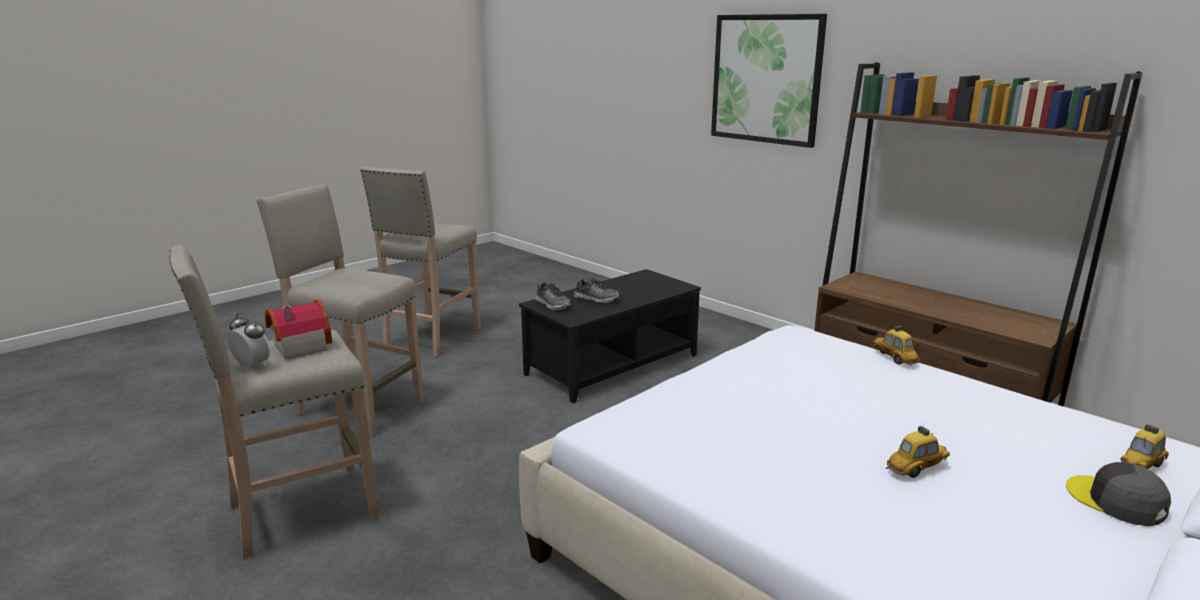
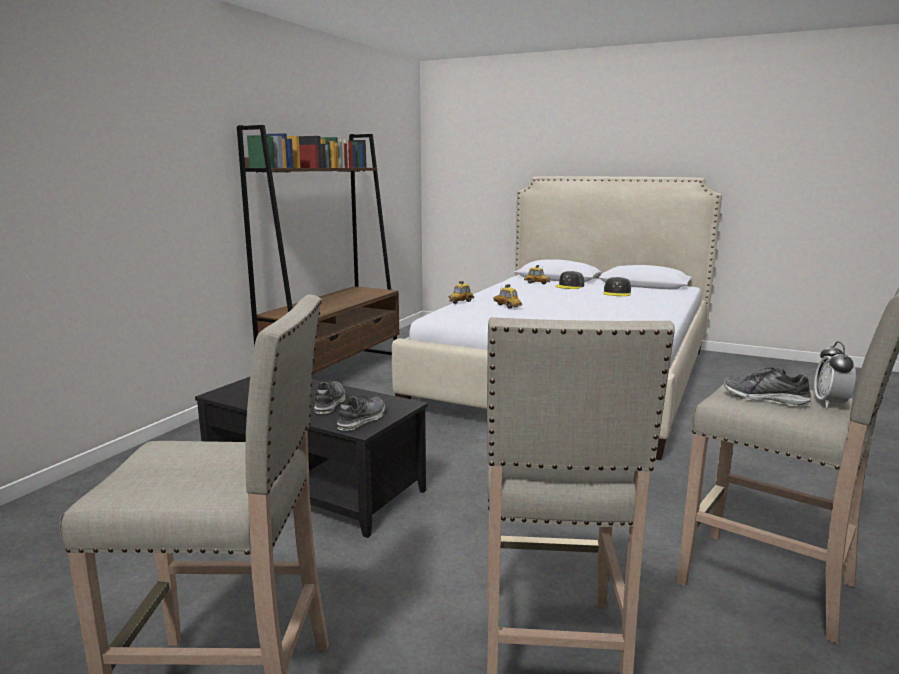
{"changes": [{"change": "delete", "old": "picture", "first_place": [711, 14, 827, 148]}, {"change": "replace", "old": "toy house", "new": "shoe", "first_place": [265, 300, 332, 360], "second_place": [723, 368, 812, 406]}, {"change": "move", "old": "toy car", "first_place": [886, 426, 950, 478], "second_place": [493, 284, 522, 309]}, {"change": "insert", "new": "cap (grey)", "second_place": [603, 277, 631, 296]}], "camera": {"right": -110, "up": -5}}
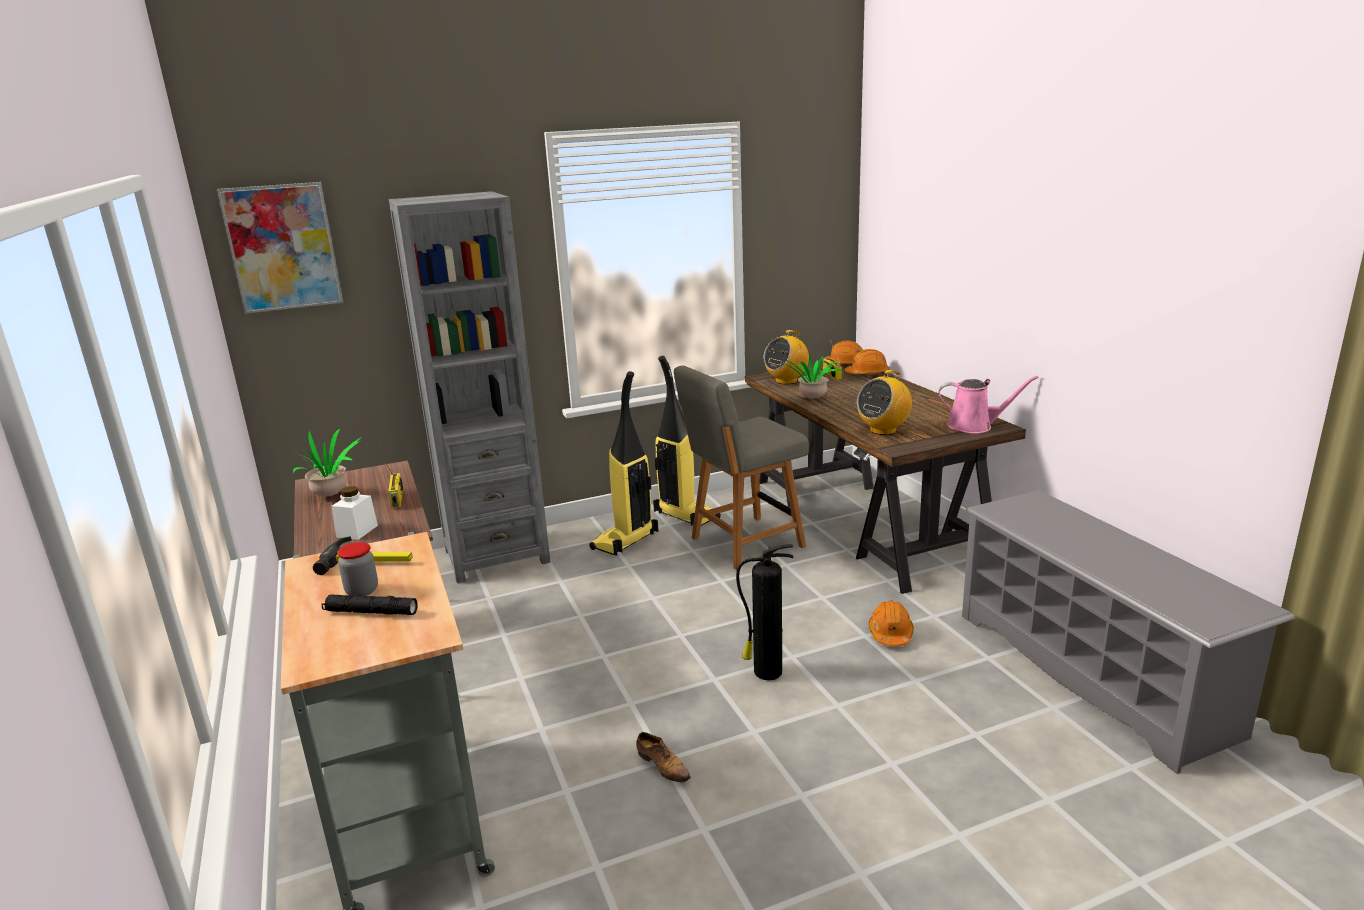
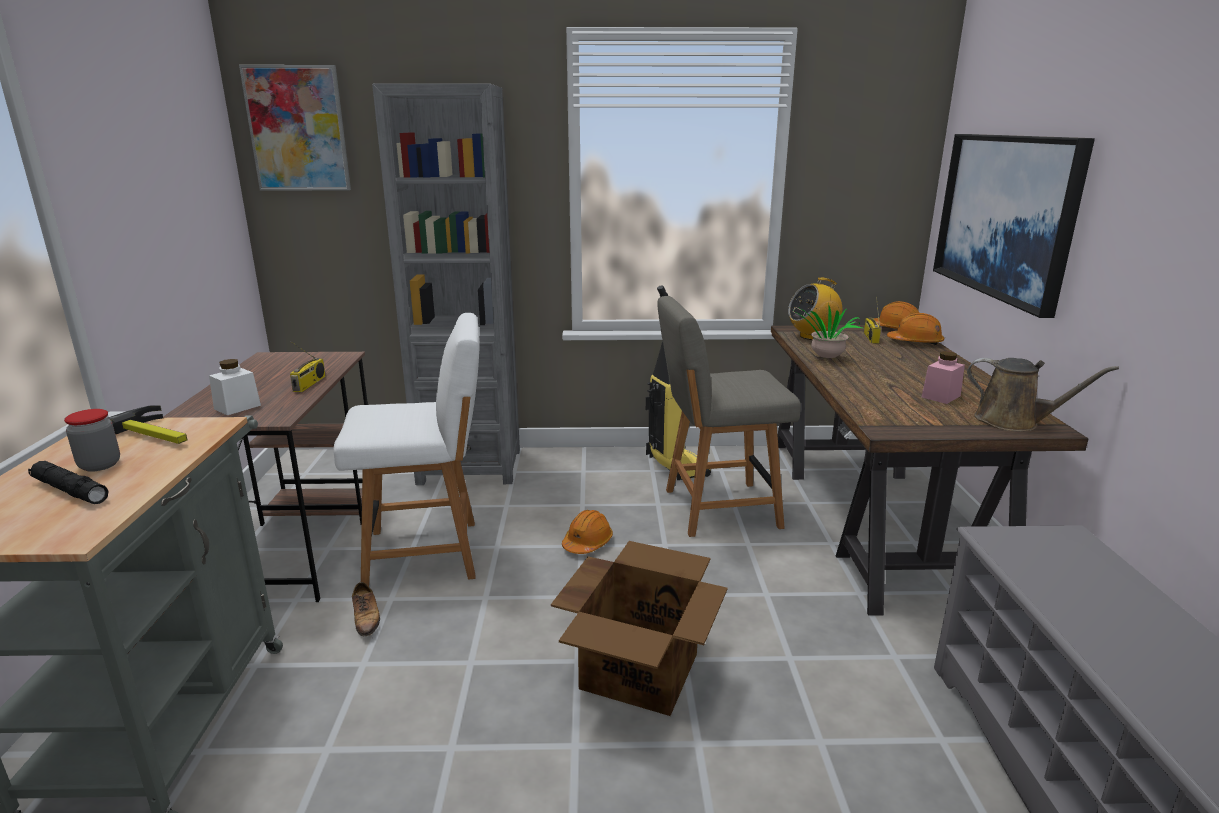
{"changes": [{"change": "delete", "old": "radio", "first_place": [857, 370, 912, 435]}, {"change": "delete", "old": "vacuum cleaner", "first_place": [589, 371, 658, 555]}, {"change": "recolor", "old": "watering can (pink)", "new": "watering can (brown)", "first_place": [938, 376, 1039, 433], "second_place": [967, 358, 1119, 432]}, {"change": "delete", "old": "potted plant", "first_place": [287, 429, 360, 497]}, {"change": "replace", "old": "fire extinguisher", "new": "cardboard box", "first_place": [736, 544, 793, 680], "second_place": [551, 541, 728, 716]}, {"change": "move", "old": "hard hat (orange)", "first_place": [869, 600, 914, 646], "second_place": [562, 510, 613, 554]}, {"change": "move", "old": "shoe", "first_place": [636, 732, 691, 783], "second_place": [352, 582, 380, 636]}, {"change": "insert", "new": "picture", "second_place": [933, 134, 1095, 318]}, {"change": "insert", "new": "chair (white)", "second_place": [333, 313, 480, 586]}, {"change": "insert", "new": "jar (pink)", "second_place": [922, 351, 965, 404]}], "camera": {"right": 20, "up": 0}}
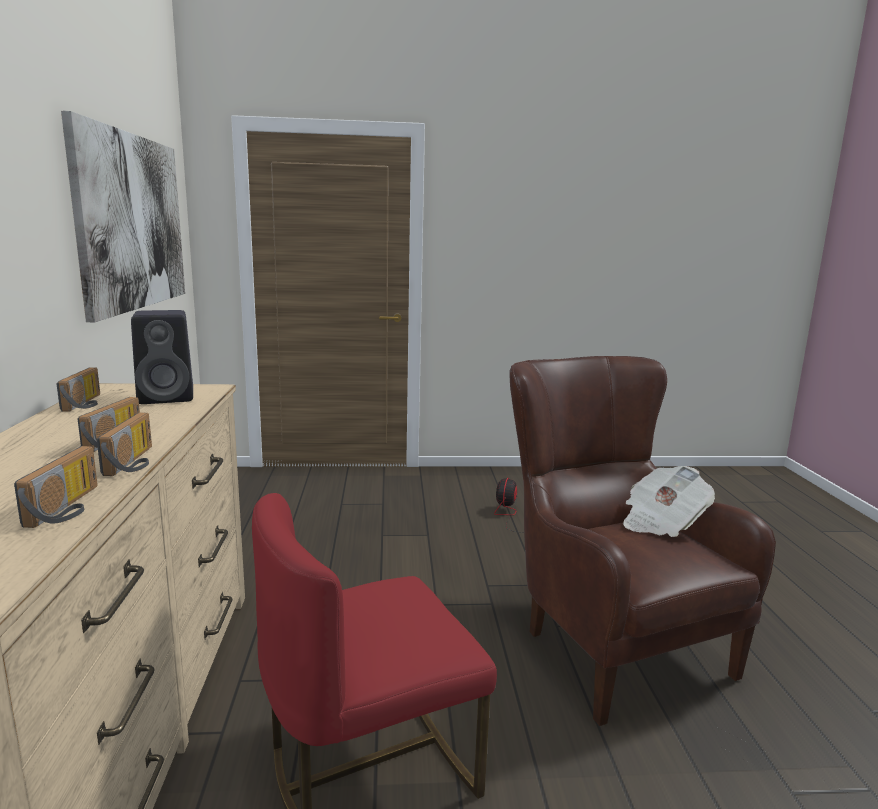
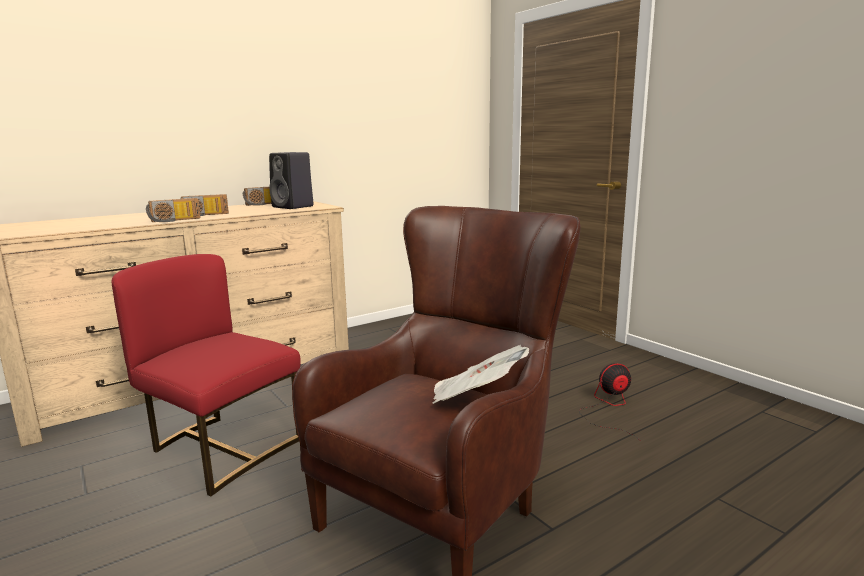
{"changes": [{"change": "delete", "old": "picture", "first_place": [61, 111, 185, 322]}, {"change": "delete", "old": "radio", "first_place": [14, 446, 98, 528]}], "camera": {"right": 60, "up": 0}}
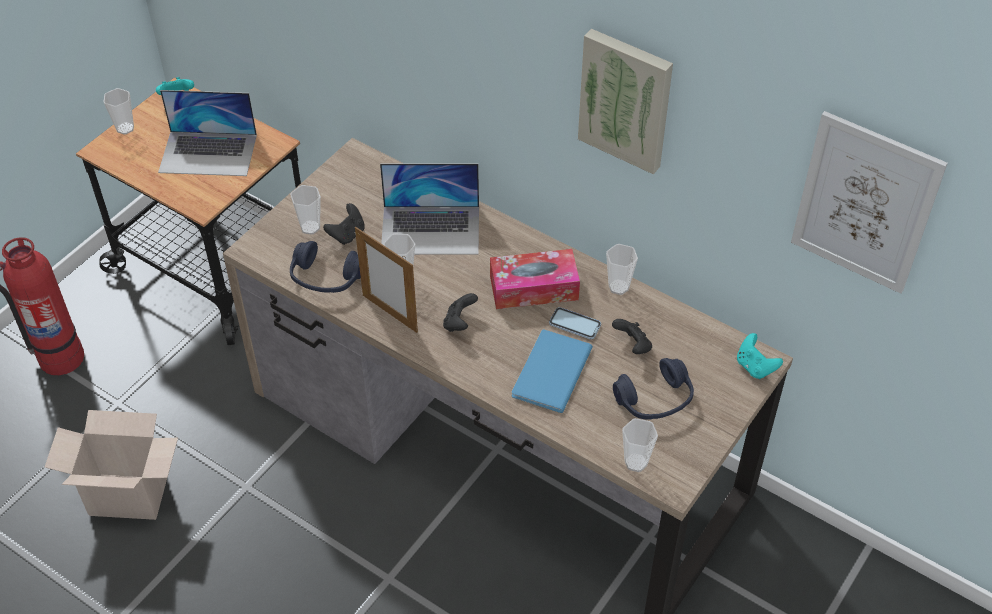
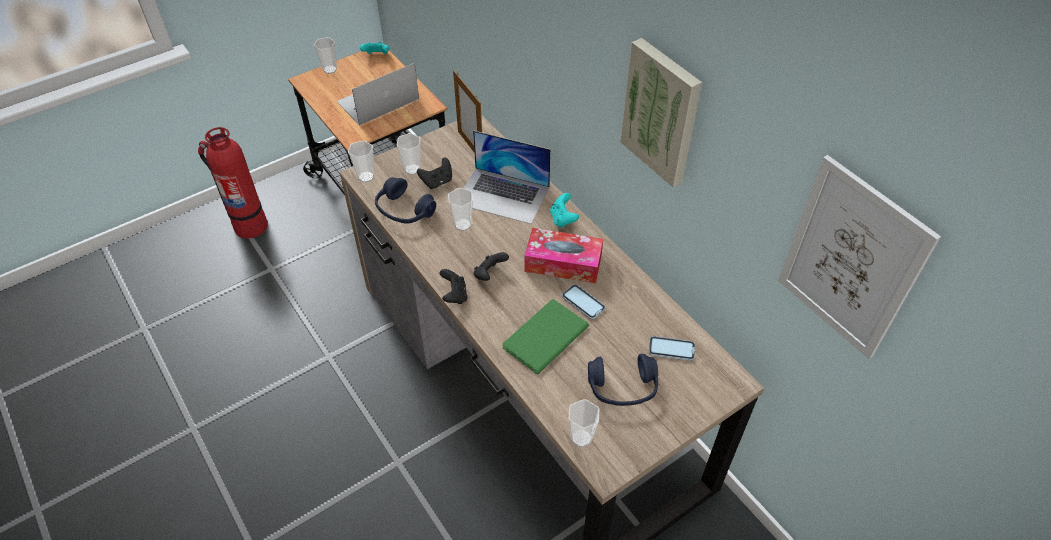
{"changes": [{"change": "rotate", "old": "laptop", "first_place": [158, 90, 257, 176], "second_place": [337, 63, 419, 126], "degrees": 120}, {"change": "move", "old": "picture frame", "first_place": [355, 227, 418, 333], "second_place": [453, 70, 482, 152]}, {"change": "move", "old": "cup", "first_place": [606, 244, 638, 295], "second_place": [348, 141, 374, 183]}, {"change": "move", "old": "game controller (black)", "first_place": [612, 319, 652, 354], "second_place": [439, 269, 467, 304]}, {"change": "recolor", "old": "book (blue)", "new": "book (green)", "first_place": [511, 329, 593, 413], "second_place": [503, 299, 589, 374]}, {"change": "move", "old": "game controller (turquoise)", "first_place": [737, 333, 783, 379], "second_place": [550, 193, 579, 228]}, {"change": "delete", "old": "cardboard box", "first_place": [45, 410, 178, 520]}, {"change": "insert", "new": "phone", "second_place": [649, 336, 695, 361]}], "camera": {"right": 20, "up": 0}}
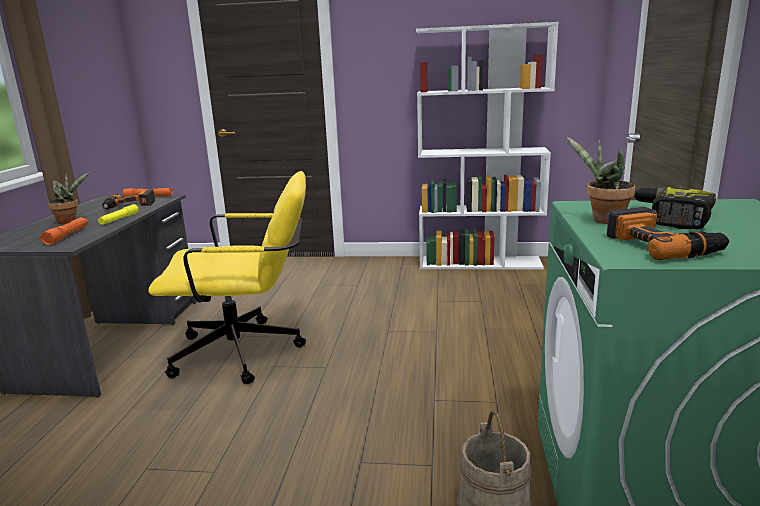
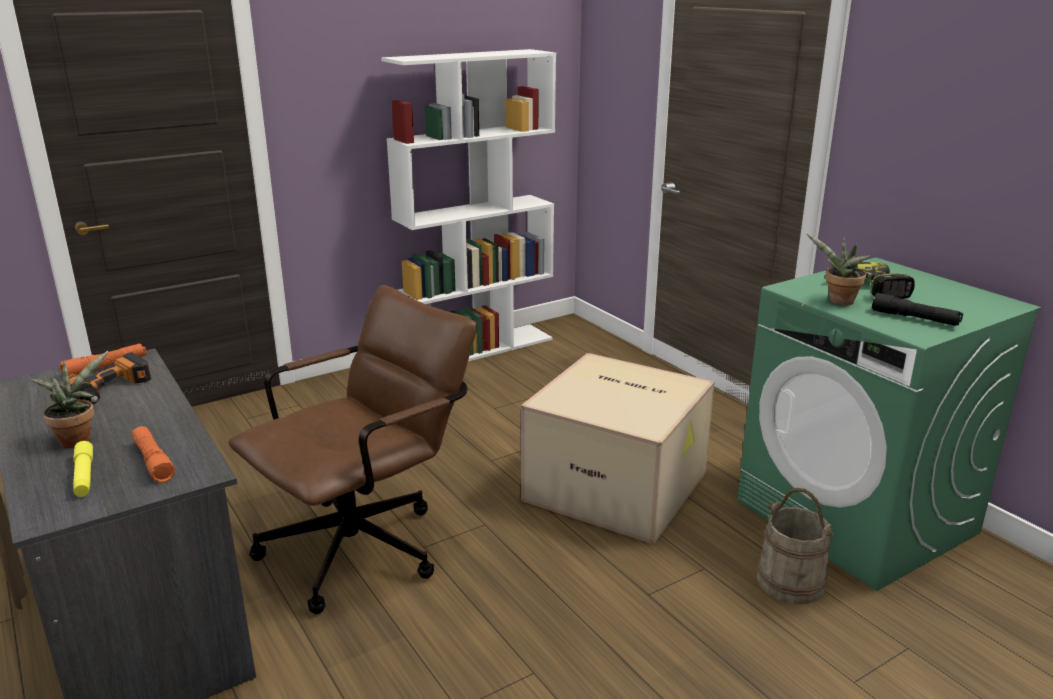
{"changes": [{"change": "recolor", "old": "office chair (yellow)", "new": "office chair (brown)", "first_place": [148, 171, 306, 384], "second_place": [228, 285, 477, 614]}, {"change": "move", "old": "flashlight (yellow)", "first_place": [98, 204, 139, 225], "second_place": [73, 441, 93, 497]}, {"change": "replace", "old": "power drill", "new": "flashlight (black)", "first_place": [606, 207, 730, 260], "second_place": [872, 293, 963, 326]}, {"change": "insert", "new": "cardboard box", "second_place": [521, 353, 715, 544]}], "camera": {"right": -40, "up": 5}}
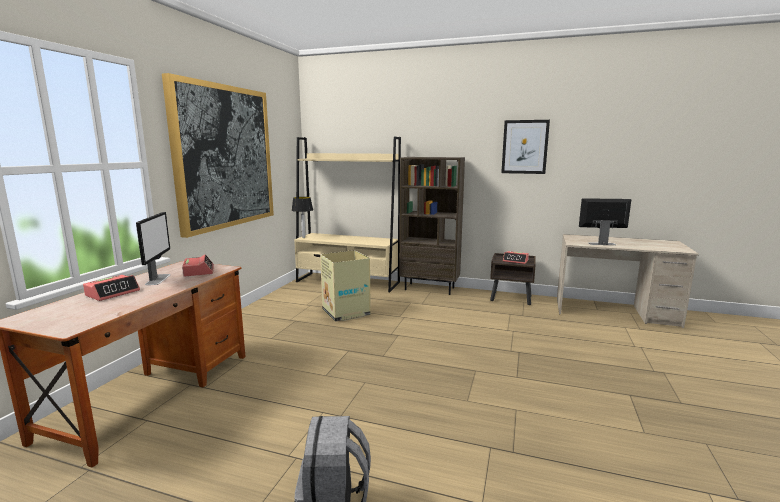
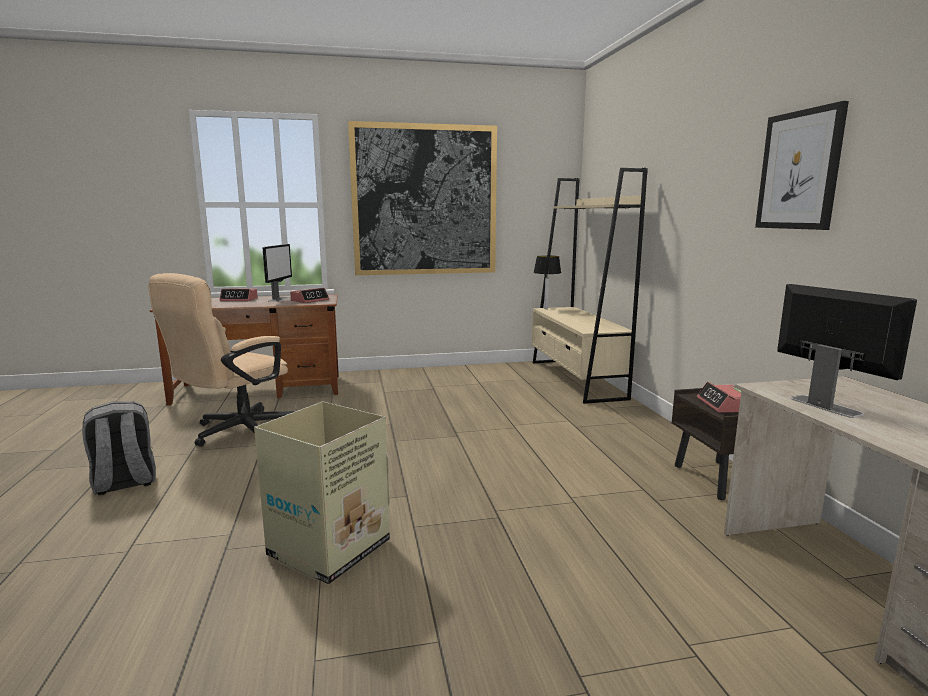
{"changes": [{"change": "delete", "old": "bookcase (brown)", "first_place": [399, 157, 465, 295]}, {"change": "rotate", "old": "monitor", "first_place": [136, 212, 171, 285], "second_place": [262, 244, 292, 302], "degrees": -45}, {"change": "move", "old": "cardboard box", "first_place": [320, 250, 371, 322], "second_place": [254, 402, 390, 585]}, {"change": "insert", "new": "office chair (beige)", "second_place": [148, 273, 295, 447]}], "camera": {"right": 60, "up": 0}}
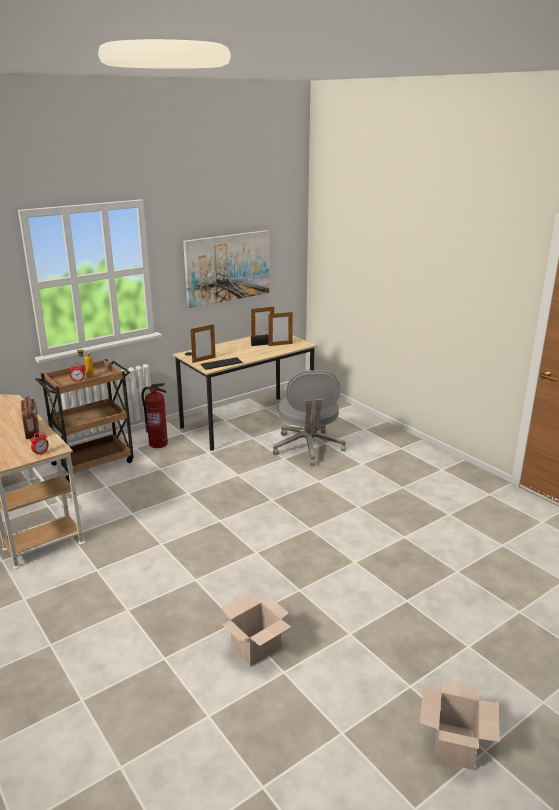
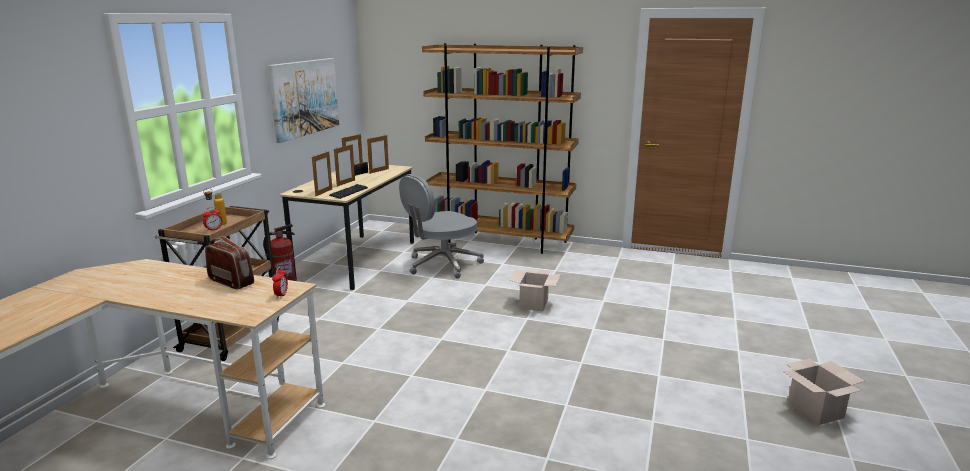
{"changes": [{"change": "rotate", "old": "office chair (grey)", "first_place": [273, 370, 346, 466], "second_place": [399, 174, 484, 279], "degrees": 90}, {"change": "move", "old": "cardboard box", "first_place": [221, 593, 291, 667], "second_place": [509, 268, 560, 311]}, {"change": "insert", "new": "bookcase (brown)", "second_place": [422, 43, 583, 254]}, {"change": "insert", "new": "picture frame", "second_place": [334, 144, 355, 187]}], "camera": {"right": -35, "up": -5}}
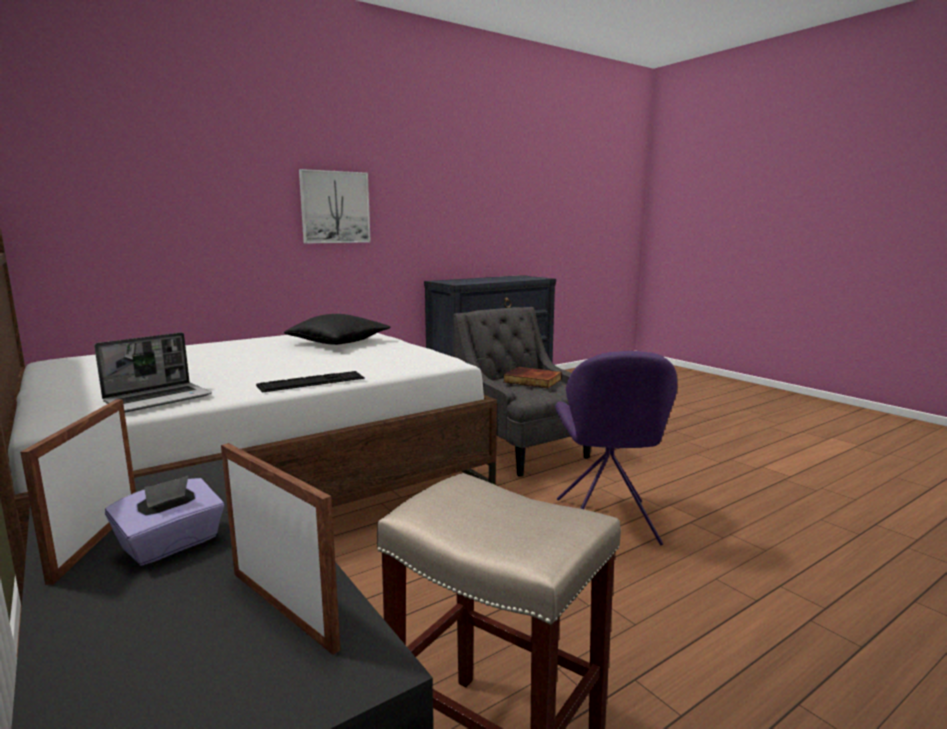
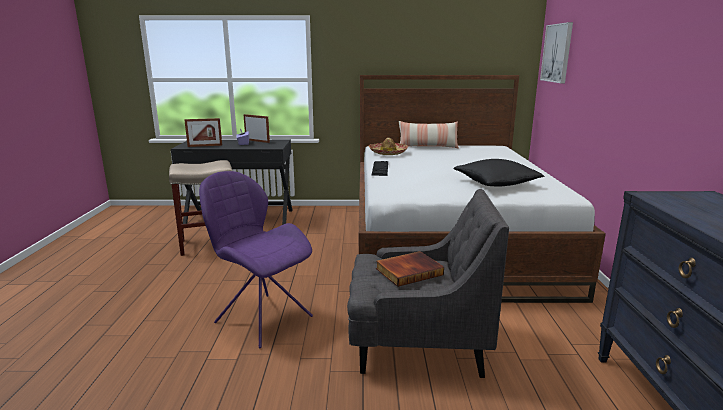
{"changes": [{"change": "move", "old": "picture", "first_place": [299, 169, 371, 244], "second_place": [540, 22, 573, 83]}, {"change": "replace", "old": "laptop", "new": "hat", "first_place": [94, 332, 212, 412], "second_place": [369, 138, 408, 155]}, {"change": "insert", "new": "pillow", "second_place": [399, 121, 459, 149]}], "camera": {"right": 125, "up": 5}}
